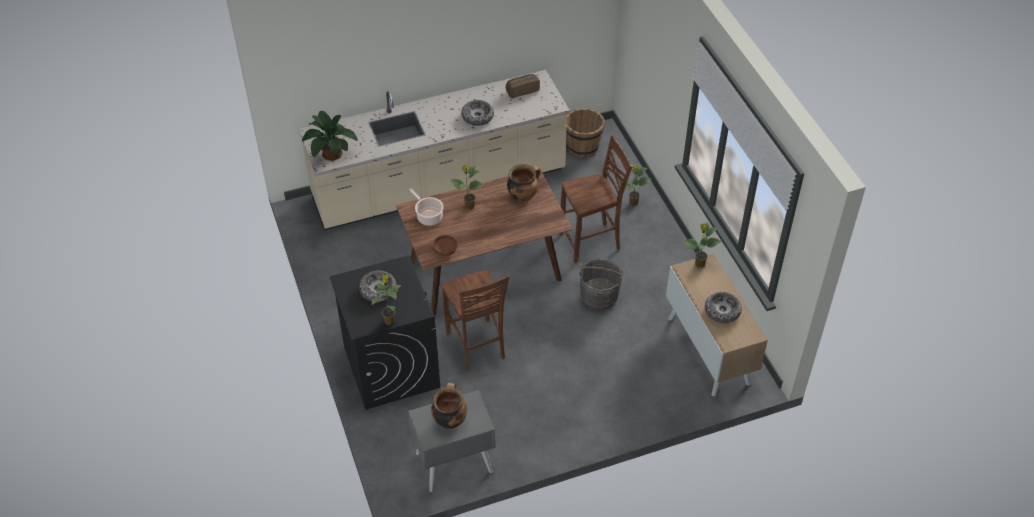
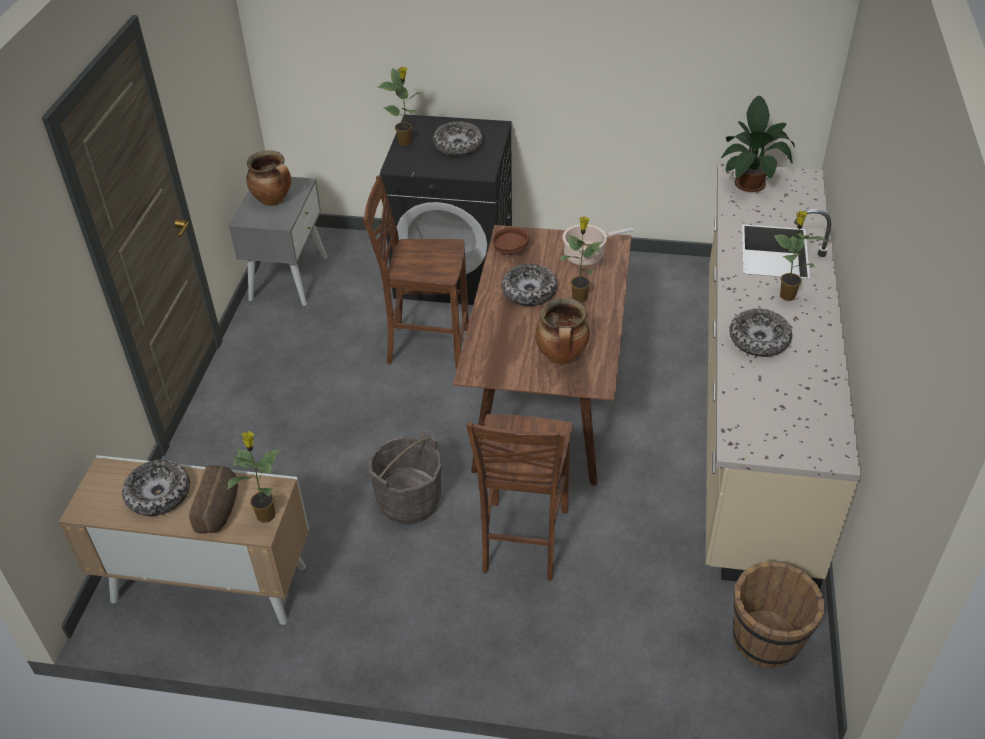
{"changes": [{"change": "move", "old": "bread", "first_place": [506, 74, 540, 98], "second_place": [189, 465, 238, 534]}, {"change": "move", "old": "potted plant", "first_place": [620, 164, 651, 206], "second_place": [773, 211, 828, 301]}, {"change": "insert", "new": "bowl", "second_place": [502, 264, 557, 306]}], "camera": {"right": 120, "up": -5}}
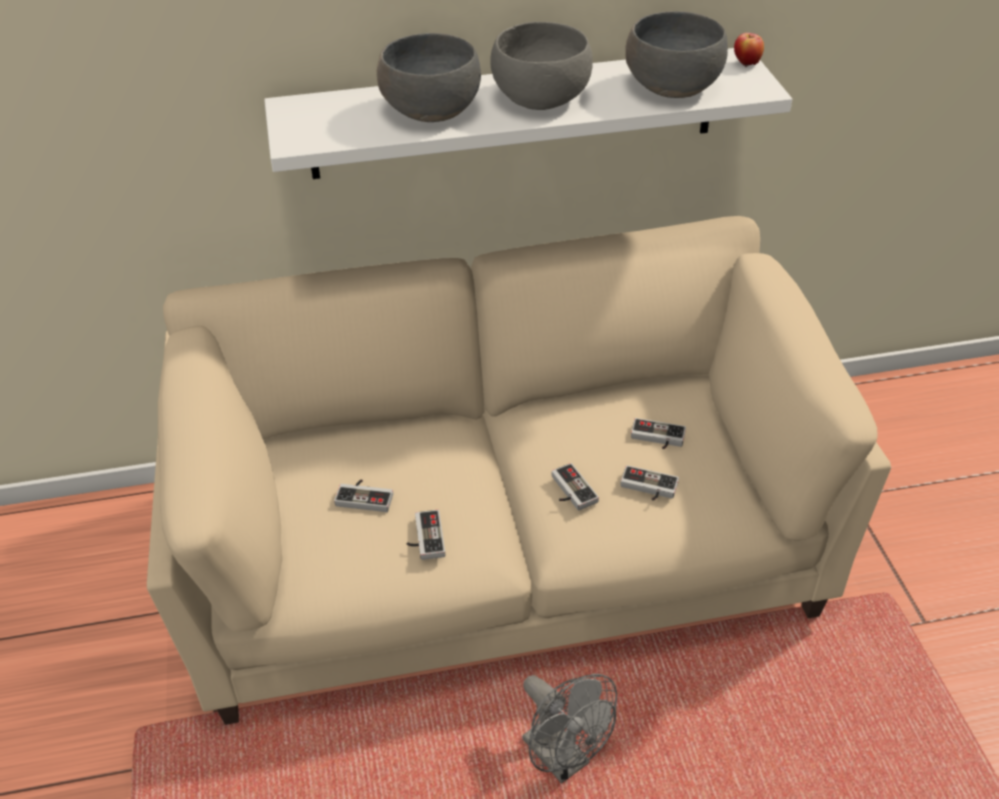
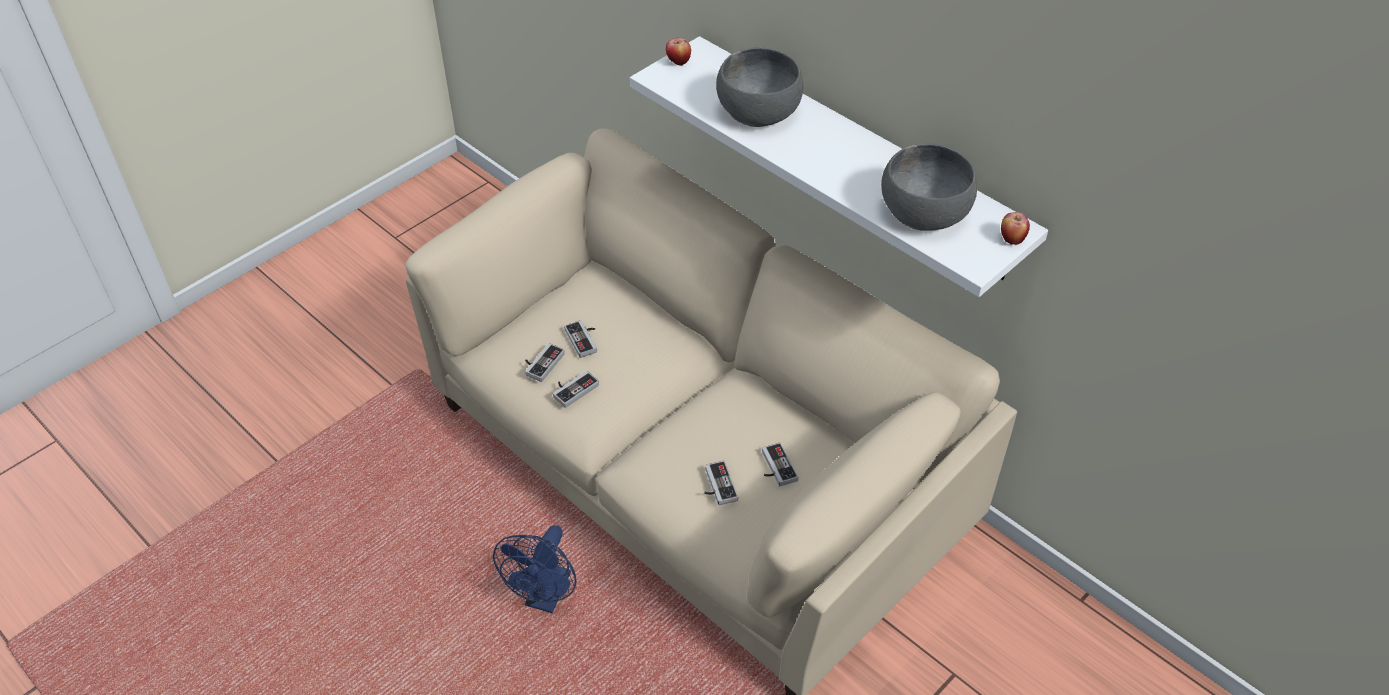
{"changes": [{"change": "delete", "old": "bowl (grey)", "first_place": [490, 22, 593, 110]}, {"change": "move", "old": "game controller", "first_place": [552, 463, 599, 511], "second_place": [525, 343, 565, 382]}, {"change": "recolor", "old": "fan (grey)", "new": "fan (blue)", "first_place": [522, 674, 617, 783], "second_place": [493, 525, 577, 613]}, {"change": "insert", "new": "apple", "second_place": [666, 38, 691, 66]}], "camera": {"right": 55, "up": 5}}
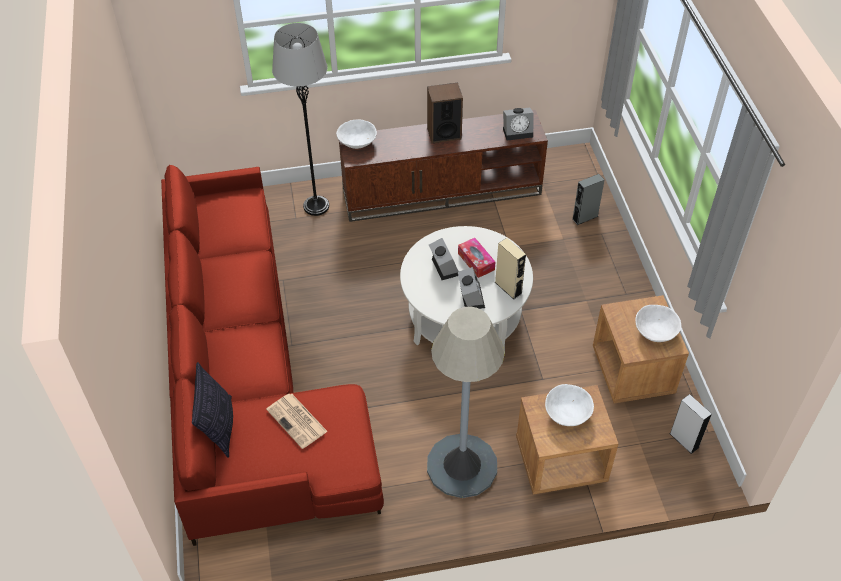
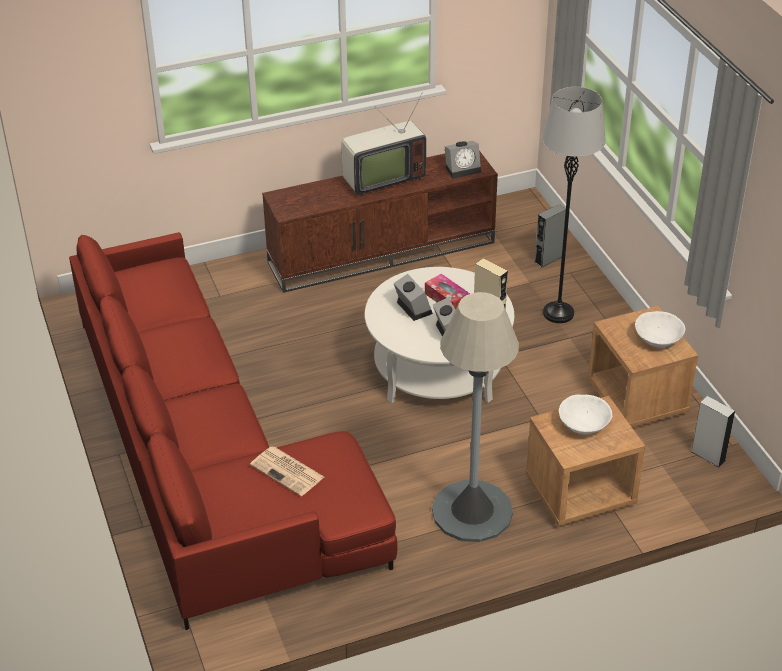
{"changes": [{"change": "move", "old": "floor lamp (grey)", "first_place": [272, 23, 329, 216], "second_place": [542, 87, 606, 323]}, {"change": "replace", "old": "speaker", "new": "television", "first_place": [427, 83, 463, 143], "second_place": [342, 94, 426, 197]}, {"change": "delete", "old": "bowl (white)", "first_place": [336, 120, 377, 149]}, {"change": "delete", "old": "pillow", "first_place": [192, 362, 233, 458]}], "camera": {"right": -10, "up": -10}}
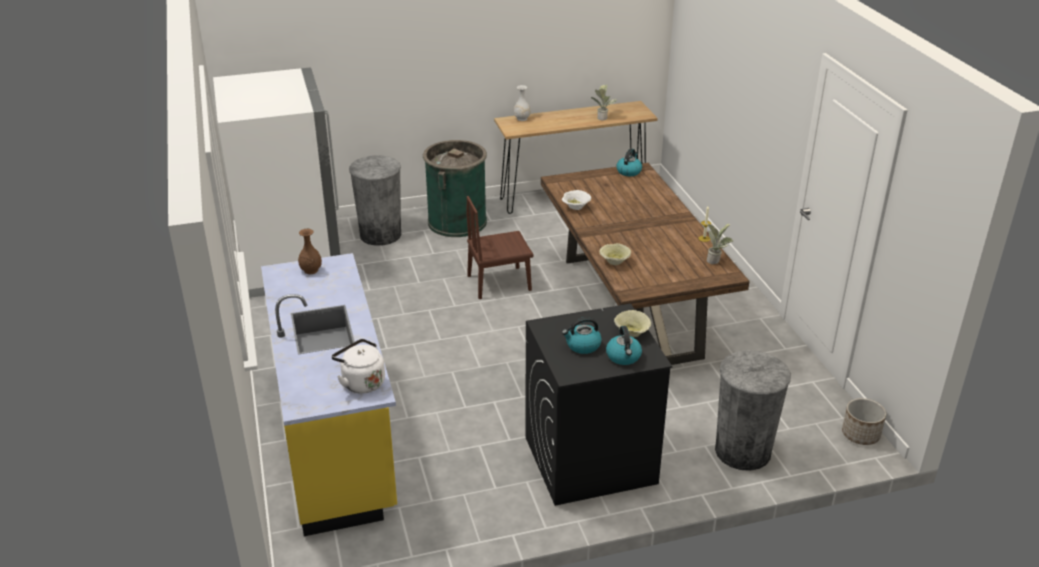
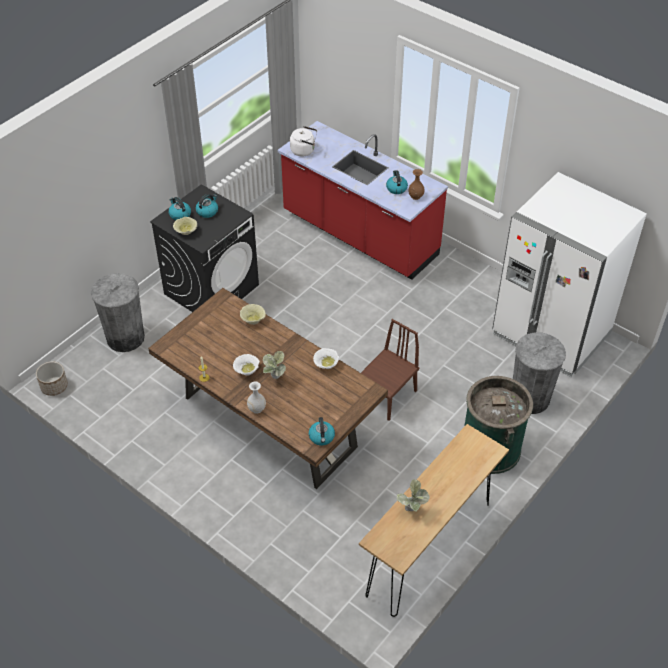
{"changes": [{"change": "move", "old": "vase (white)", "first_place": [513, 85, 531, 121], "second_place": [247, 381, 266, 414]}, {"change": "move", "old": "potted plant", "first_place": [707, 224, 733, 264], "second_place": [263, 351, 286, 379]}, {"change": "recolor", "old": "counter (yellow)", "new": "counter (red)", "first_place": [261, 253, 397, 536], "second_place": [278, 121, 448, 280]}, {"change": "insert", "new": "kettle", "second_place": [386, 170, 408, 194]}, {"change": "insert", "new": "bowl (white)", "second_place": [233, 354, 260, 376]}], "camera": {"right": 145, "up": 15}}
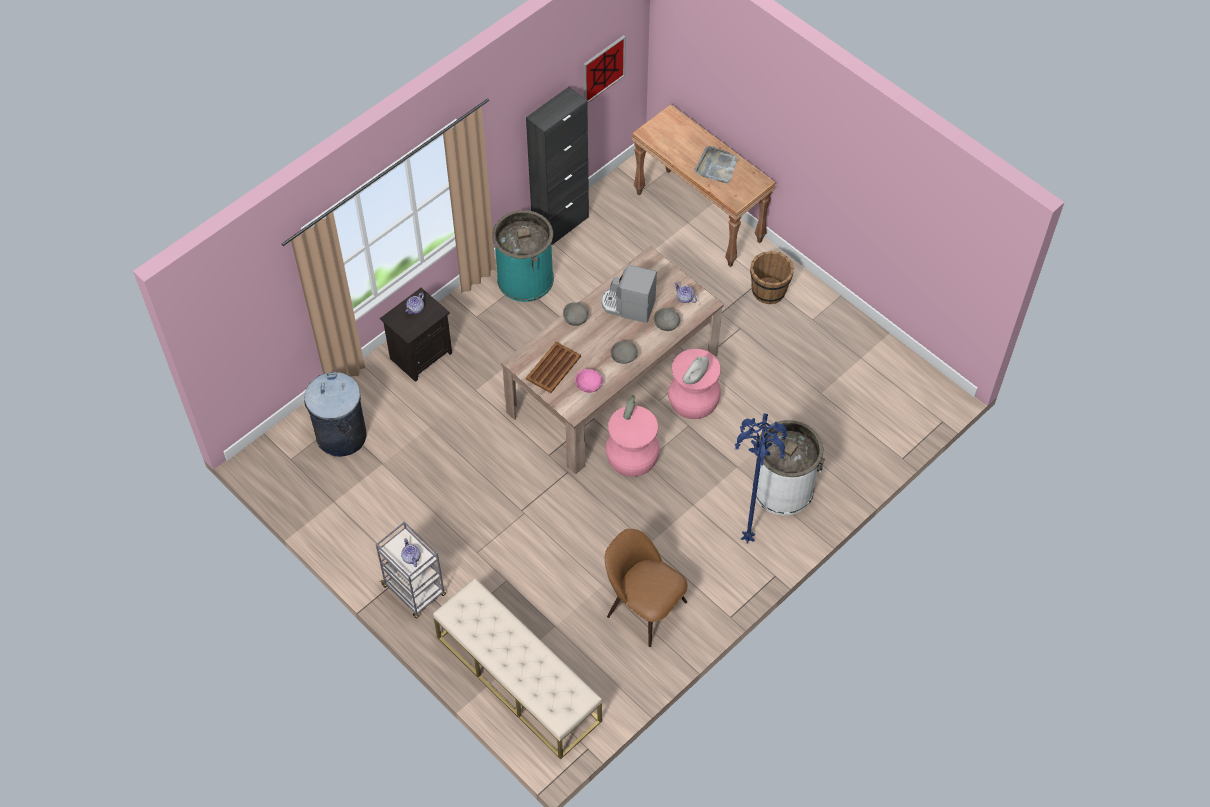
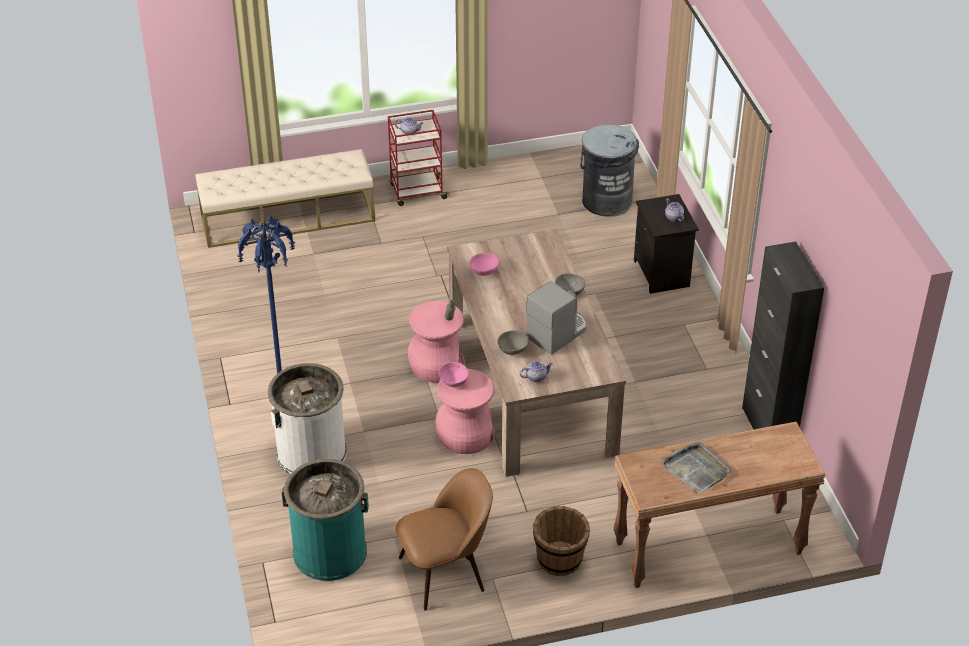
{"changes": [{"change": "delete", "old": "picture", "first_place": [583, 35, 626, 103]}, {"change": "move", "old": "trash can (turquoise)", "first_place": [492, 210, 554, 302], "second_place": [282, 459, 369, 581]}, {"change": "delete", "old": "bowl (grey)", "first_place": [611, 341, 638, 364]}, {"change": "delete", "old": "tray (brown)", "first_place": [526, 342, 581, 393]}, {"change": "replace", "old": "vase (white)", "new": "bowl (pink)", "first_place": [682, 356, 709, 384], "second_place": [439, 362, 469, 387]}, {"change": "recolor", "old": "cart (grey)", "new": "cart (red)", "first_place": [376, 521, 446, 619], "second_place": [388, 110, 450, 206]}, {"change": "move", "old": "chair (brown)", "first_place": [605, 529, 688, 647], "second_place": [396, 468, 493, 610]}], "camera": {"right": 120, "up": -15}}
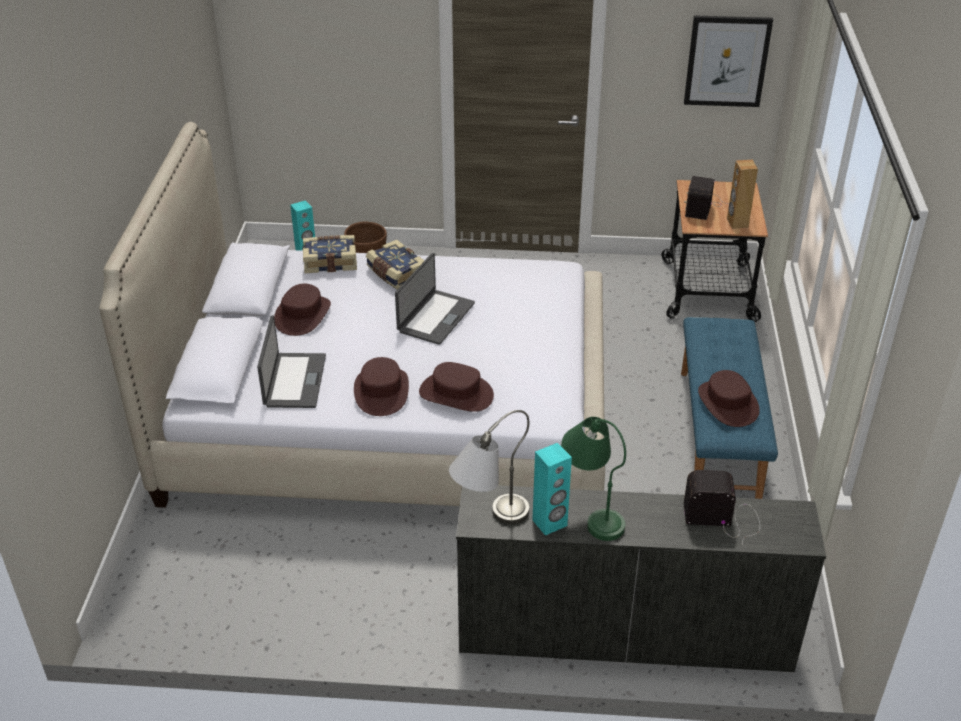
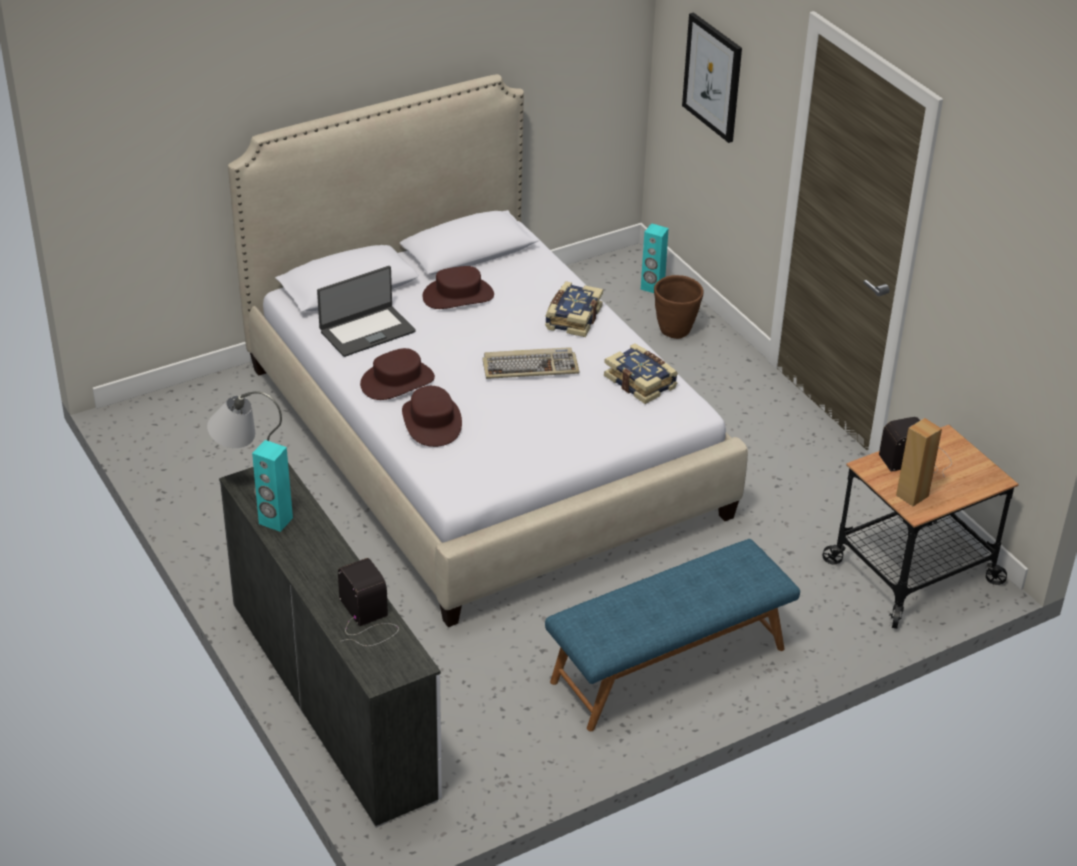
{"changes": [{"change": "move", "old": "picture", "first_place": [684, 15, 773, 107], "second_place": [682, 13, 742, 143]}, {"change": "move", "old": "book", "first_place": [303, 235, 357, 273], "second_place": [604, 343, 678, 404]}, {"change": "replace", "old": "laptop", "new": "keyboard", "first_place": [395, 253, 475, 345], "second_place": [482, 347, 579, 379]}, {"change": "delete", "old": "hat (brown)", "first_place": [698, 370, 760, 427]}, {"change": "delete", "old": "table lamp (green)", "first_place": [561, 417, 626, 541]}], "camera": {"right": 55, "up": 0}}
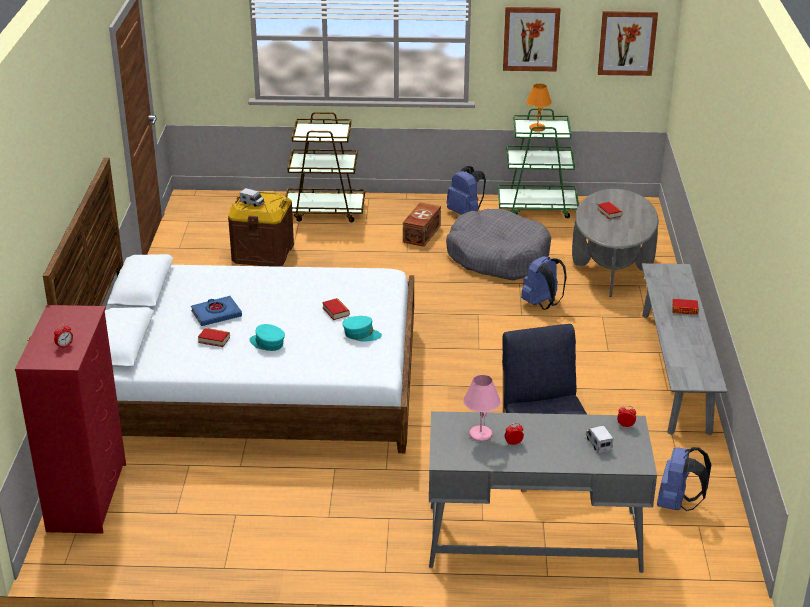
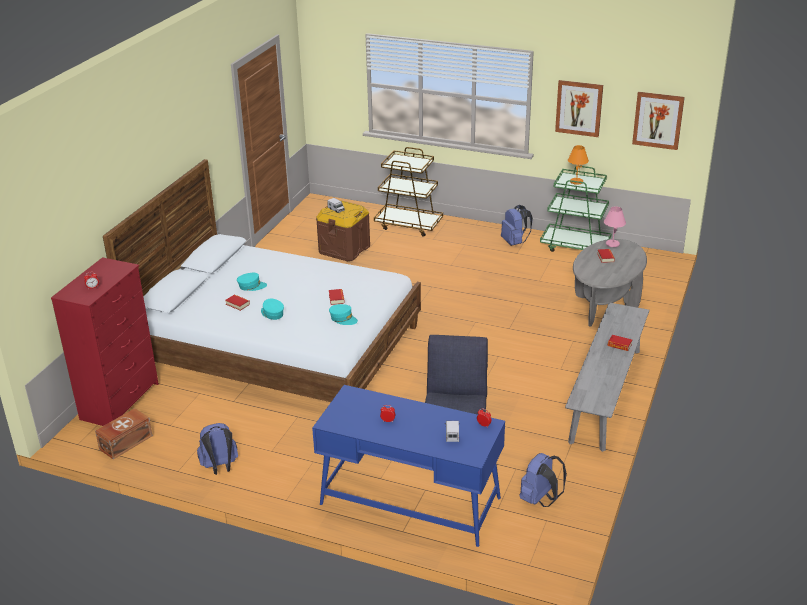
{"changes": [{"change": "move", "old": "storage box (brown)", "first_place": [403, 202, 441, 247], "second_place": [95, 408, 153, 460]}, {"change": "delete", "old": "dog bed (grey)", "first_place": [446, 209, 551, 280]}, {"change": "move", "old": "backpack (blue)", "first_place": [521, 256, 567, 310], "second_place": [197, 423, 238, 475]}, {"change": "replace", "old": "book (blue)", "new": "cap (turquoise)", "first_place": [191, 296, 242, 326], "second_place": [237, 273, 267, 291]}, {"change": "move", "old": "table lamp (pink)", "first_place": [463, 375, 501, 441], "second_place": [604, 206, 626, 247]}, {"change": "recolor", "old": "desk (grey)", "new": "desk (blue)", "first_place": [429, 411, 657, 573], "second_place": [312, 385, 505, 547]}], "camera": {"right": 20, "up": 0}}
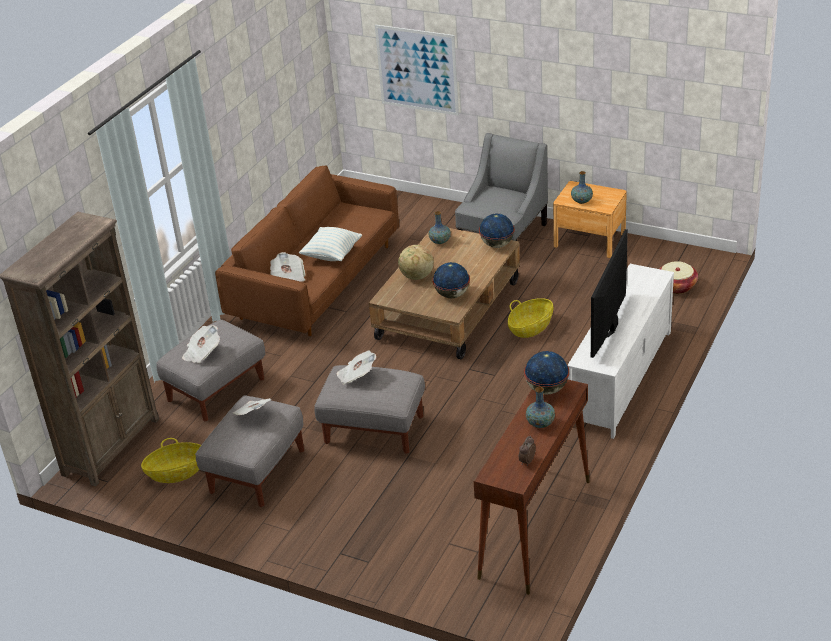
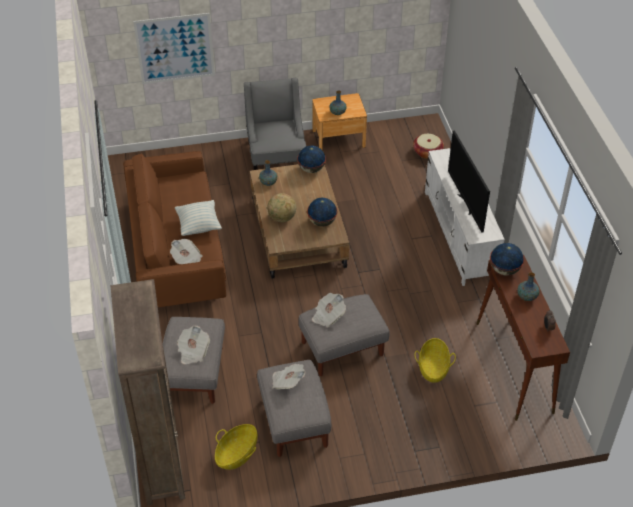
{"changes": [{"change": "move", "old": "basket", "first_place": [508, 298, 553, 338], "second_place": [414, 338, 456, 383]}], "camera": {"right": -40, "up": 10}}
